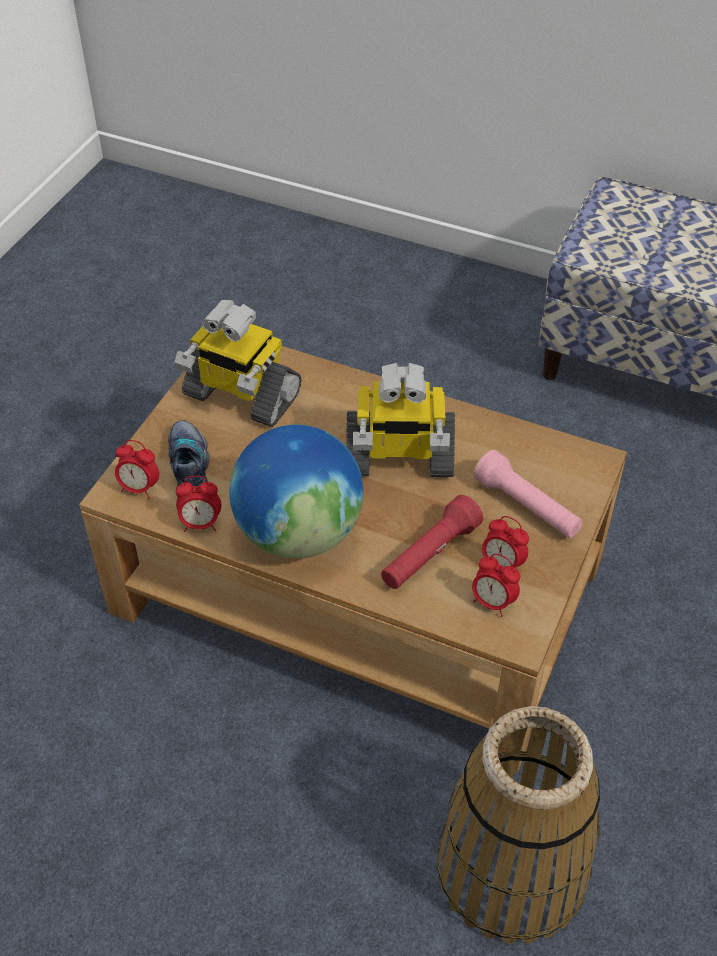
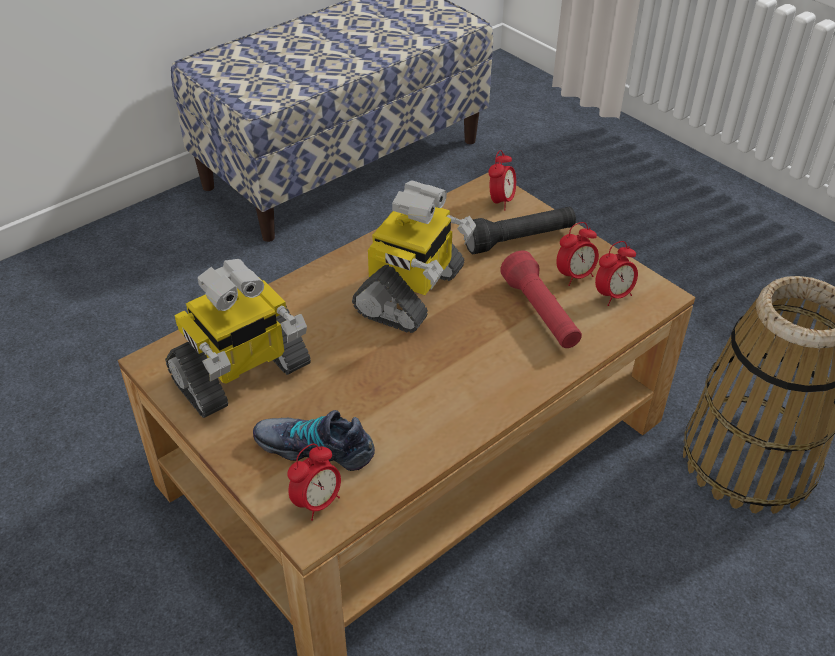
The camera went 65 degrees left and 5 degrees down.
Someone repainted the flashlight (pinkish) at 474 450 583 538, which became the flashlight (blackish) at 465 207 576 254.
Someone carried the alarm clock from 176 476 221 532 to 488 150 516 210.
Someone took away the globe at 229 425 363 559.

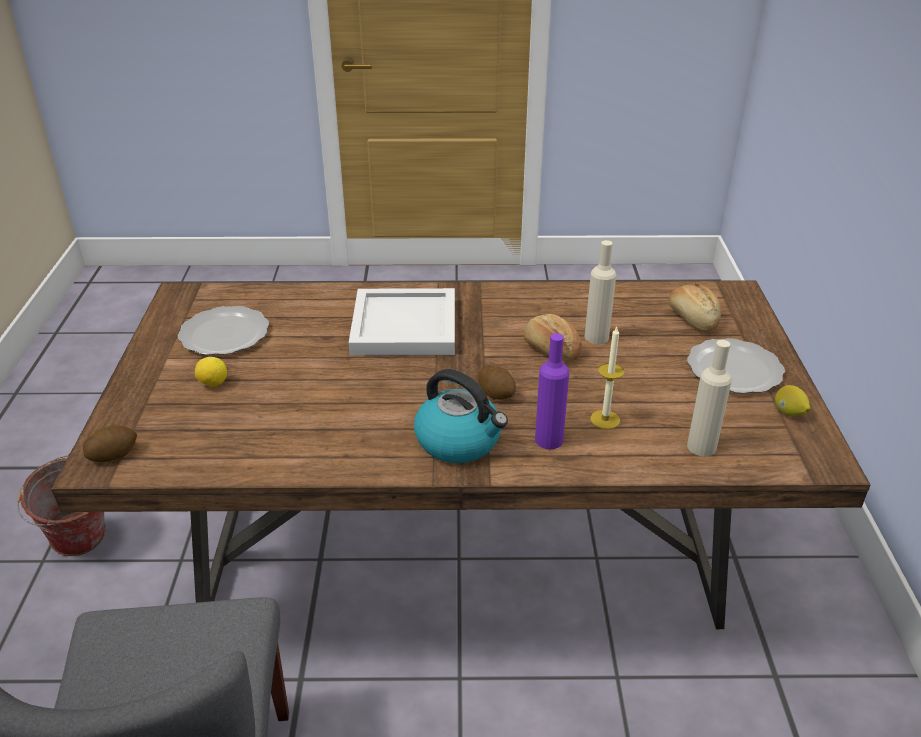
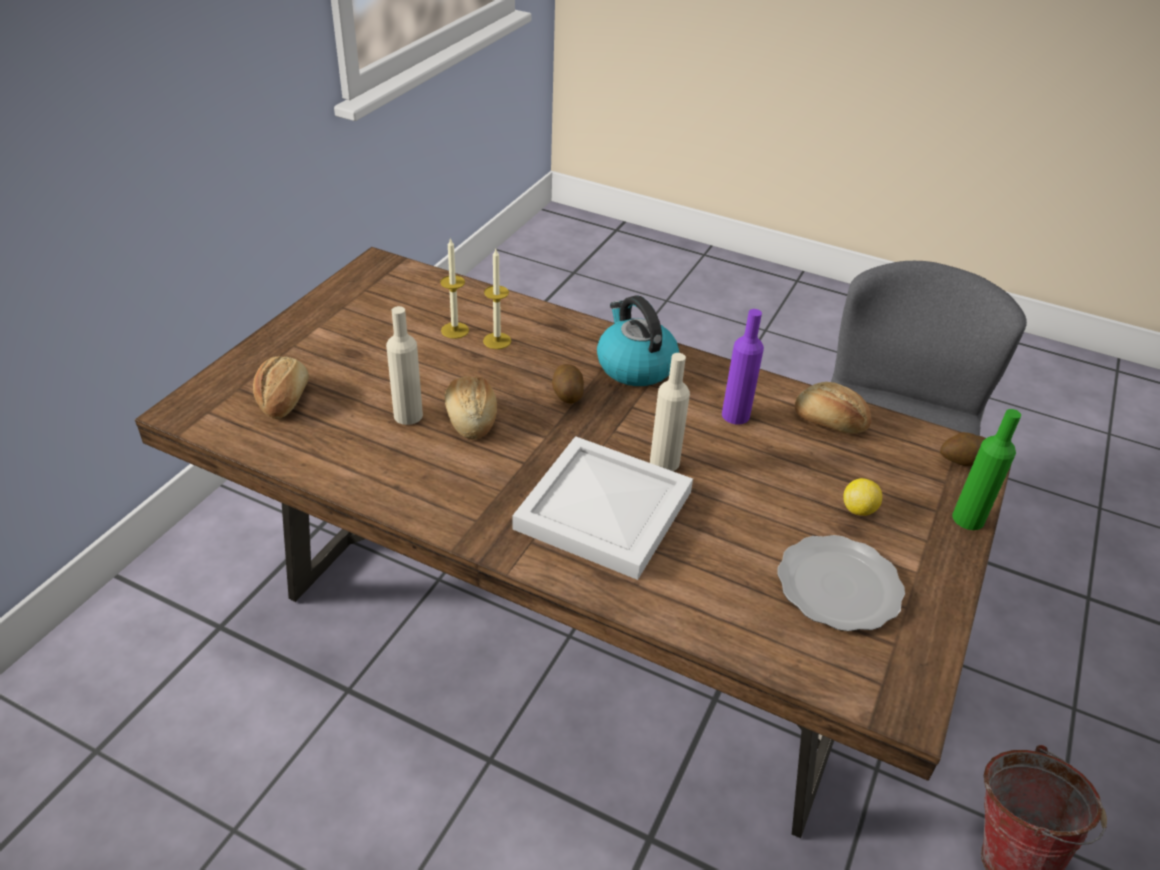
The camera went 155 degrees left and 5 degrees up.
Someone put down the wax candle at 440 237 469 339.
Someone carried the beverage bottle (beige) from 687 340 732 456 to 650 353 690 471.
Someone carried the beverage bottle (purple) from 535 333 569 449 to 722 309 764 425.
Someone put down the bread at 795 382 871 433.
Someone put down the beverage bottle (green) at 952 409 1021 530.
Someone took away the plate at 687 338 785 394.
Someone took away the whole lemon at 775 385 810 417.

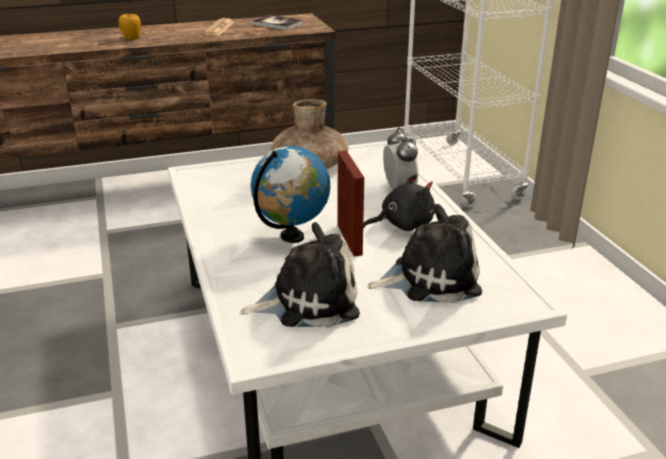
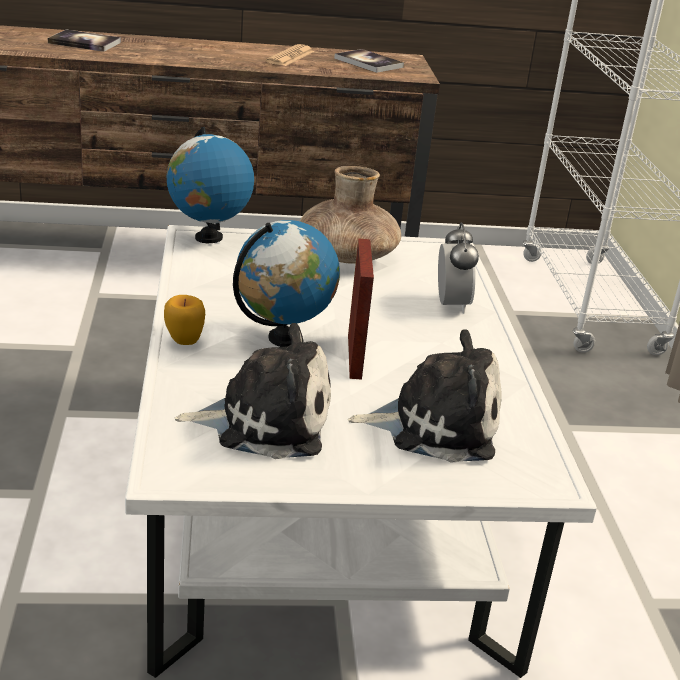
The camera went 10 degrees right and 0 degrees up.
Someone put down the volume at 48 30 121 52.
Someone carried the apple from 119 14 141 40 to 164 295 205 345.
Someone put down the globe at 167 127 254 243.
Someone took away the cuddly toy (blackish) at 363 174 435 231.

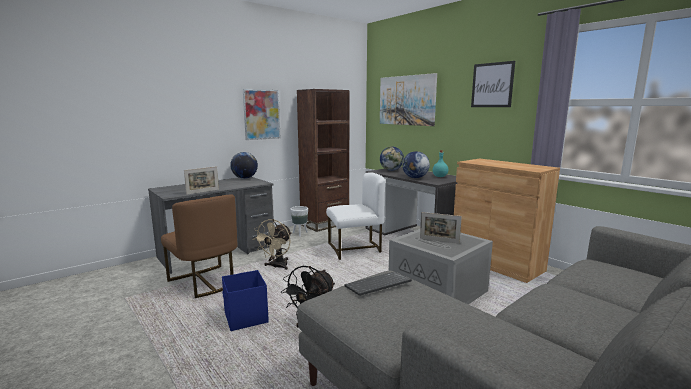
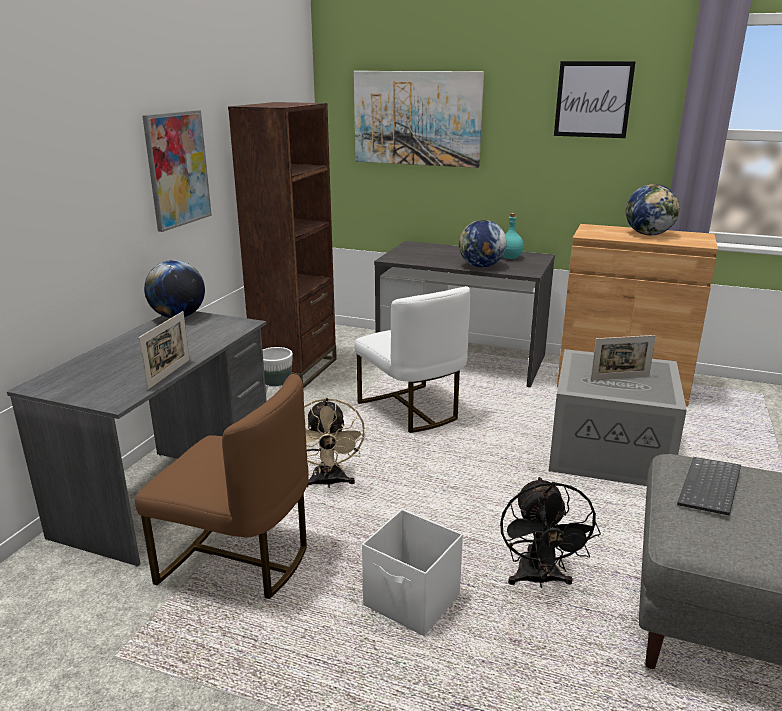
The camera went 30 degrees left and 10 degrees up.
Someone rotated the plain chair (white) at 326 172 385 260 by 105 degrees clockwise.
Someone repainted the storage box (blue-coloured) at 222 270 269 331, which became the storage box (white) at 362 509 463 636.
Someone carried the globe from 380 146 404 171 to 626 184 680 235.

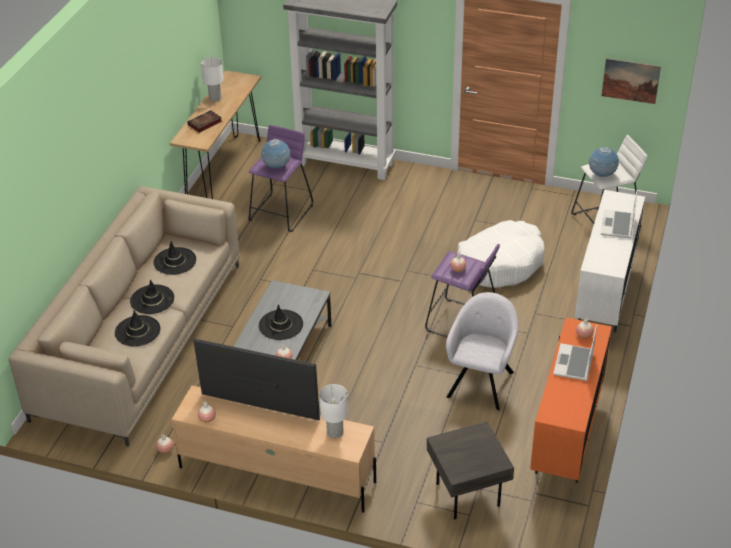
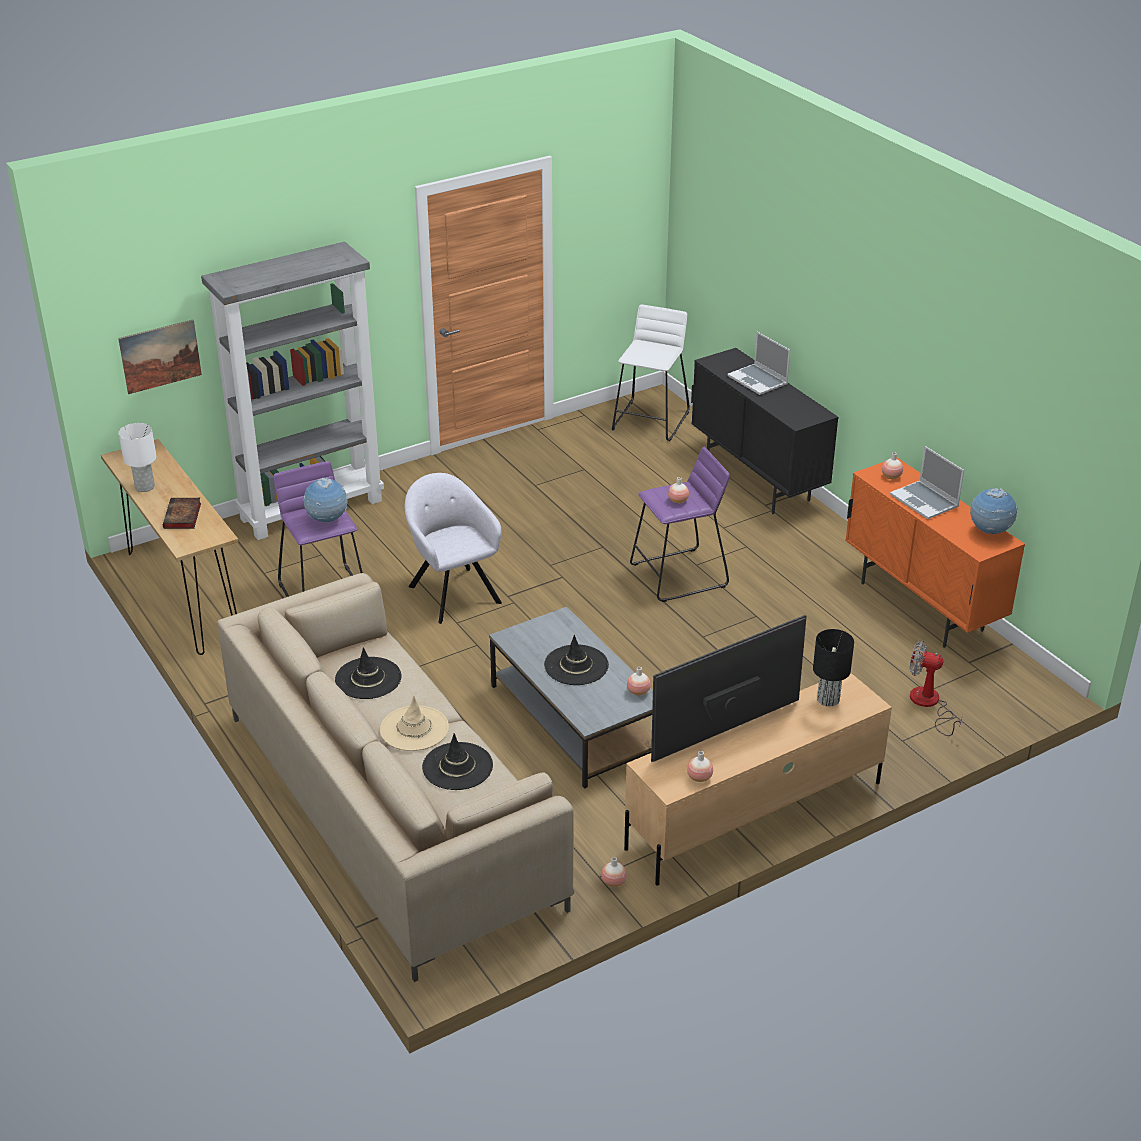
The camera went 50 degrees left and 5 degrees down.
Someone carried the wall art from 602 58 661 104 to 118 320 202 394.
Someone repainted the wearable hat (blackish) at 130 279 174 314, which became the wearable hat (beige) at 380 696 449 751.
Someone carried the easy chair (grey) from 446 292 519 410 to 405 473 502 624.
Someone repainted the cupboard (white) at 575 190 645 332, which became the cupboard (blackish) at 691 348 838 514.
Someone repainted the tabletop lamp (white) at 319 384 348 438, which became the tabletop lamp (blackish) at 813 629 854 706.
Someone swapped the end table (grey) at 427 421 514 519 for the electric fan at 910 640 963 736.
Someone carried the globe from 589 147 619 177 to 970 488 1018 535.
Someone took away the dog bed (white) at 457 220 545 288.

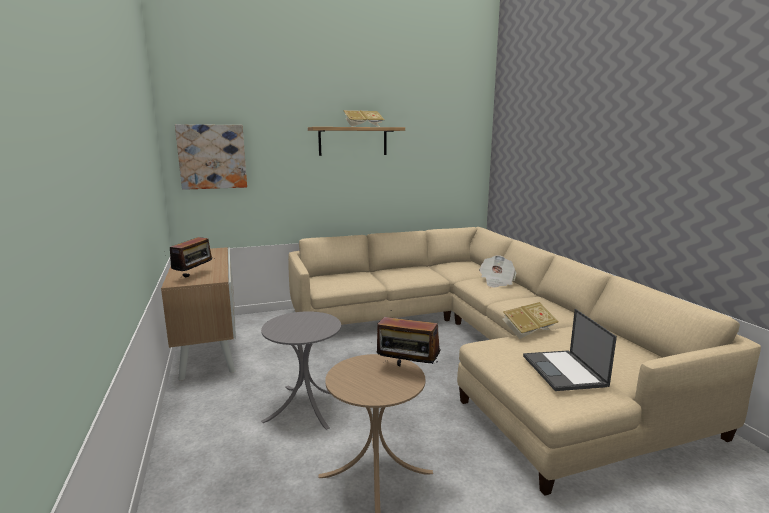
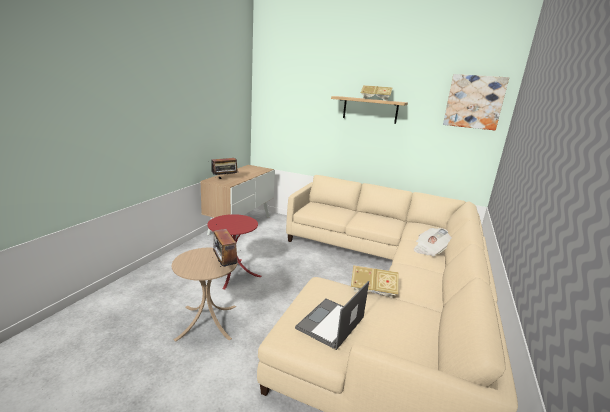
The camera went 40 degrees right and 5 degrees up.
Someone repainted the end table (grey) at 261 311 341 430, which became the end table (red-coloured) at 207 214 261 289.
Someone carried the wall art from 175 124 247 190 to 443 74 509 130.

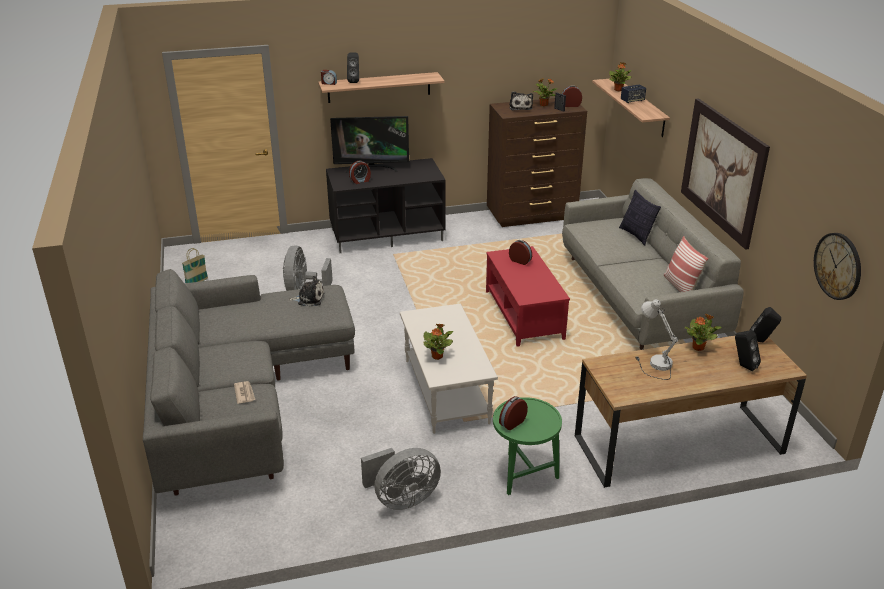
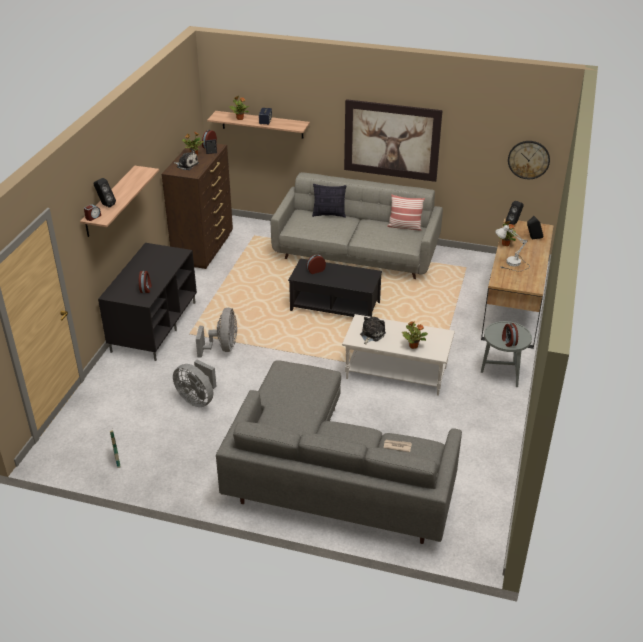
The camera went 60 degrees left and 5 degrees up.
Someone carried the electric fan (grey) from 361 448 441 510 to 196 308 237 358.
Someone repainted the coffee table (red-coloured) at 486 246 570 347, which became the coffee table (blackish) at 288 258 382 317.
Someone carried the cuddly toy from 289 276 324 307 to 360 317 386 344.
Someone repainted the end table (green) at 493 397 562 495, which became the end table (grey) at 481 321 532 387.
Someone took away the television at 330 116 409 173.

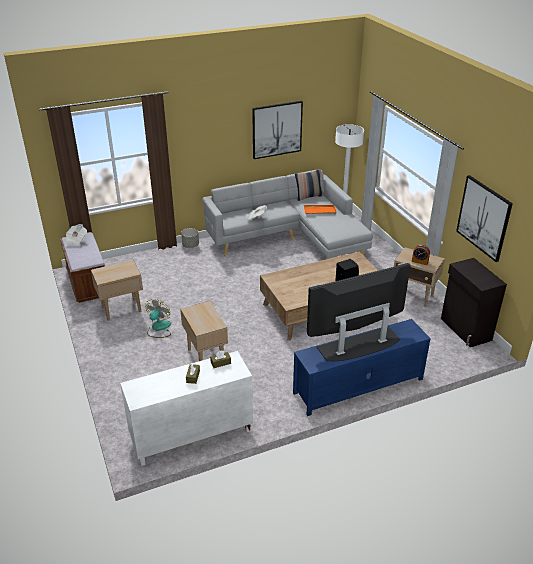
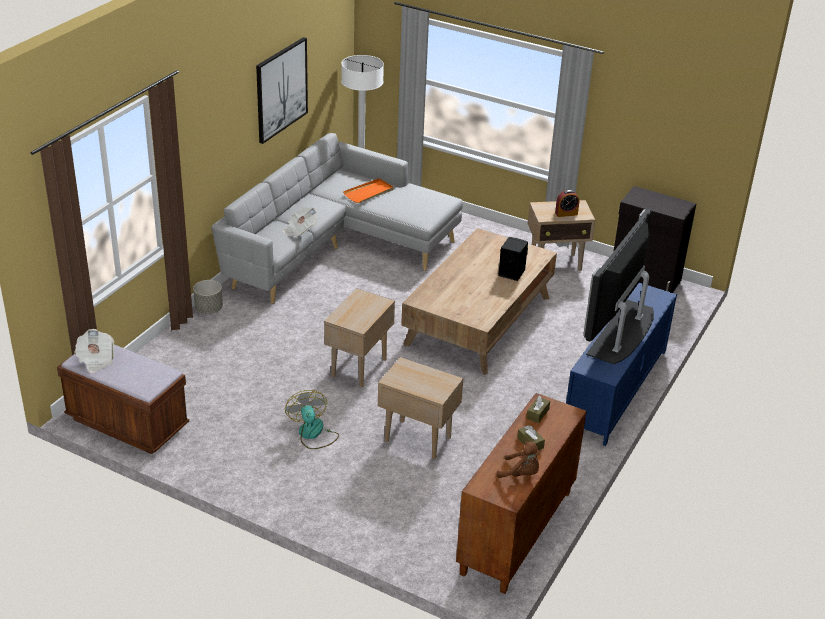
The camera went 40 degrees left and 0 degrees up.
Someone carried the end table (beige) from 91 260 143 321 to 324 289 395 387.
Someone repainted the cupboard (white) at 120 351 253 466, which became the cupboard (brown-coloured) at 456 393 587 594.
Someone put down the cuddly toy (brown-coloured) at 497 441 540 478.
Someone took away the cushion at 295 169 324 201.
Someone took away the wall art at 456 175 513 262.

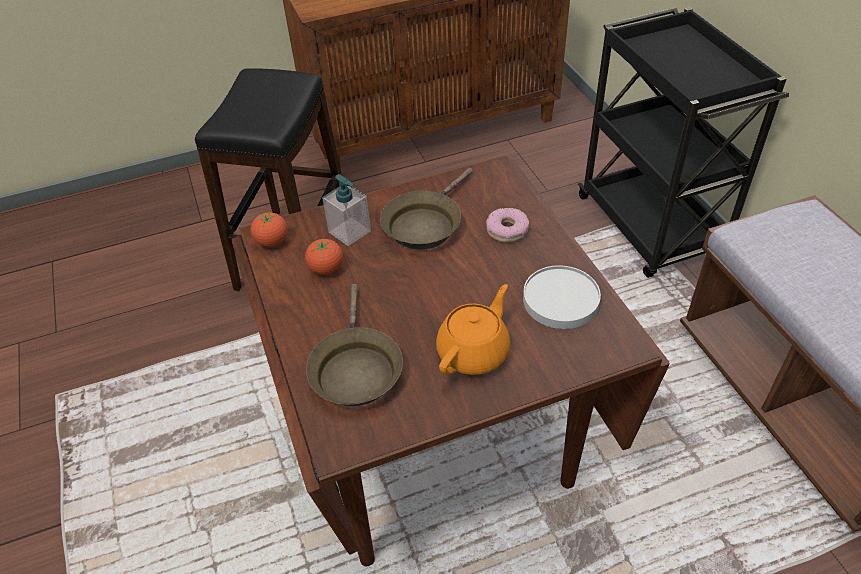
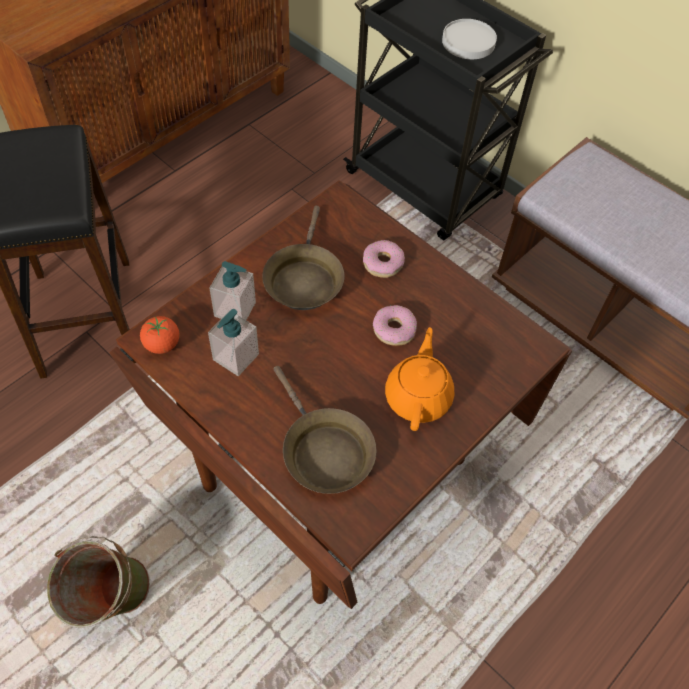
The camera went 30 degrees left and 10 degrees up.
Someone put down the bucket (green) at 47 536 150 628.
Someone swapped the tomato at 305 239 343 275 for the liquid soap bottle at 208 309 259 376.
Someone put down the doughnut at 373 305 417 346.
Someone carried the plate (white) from 523 265 601 329 to 442 19 497 59.

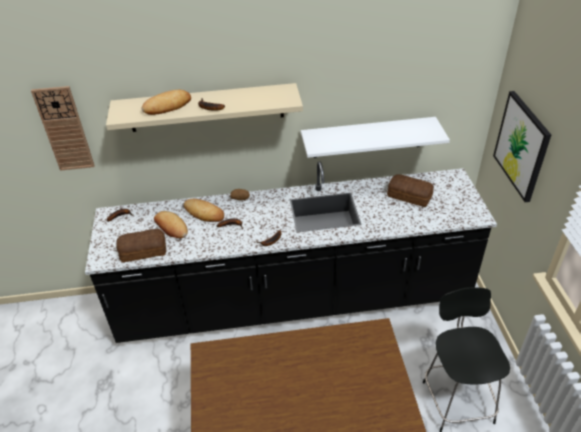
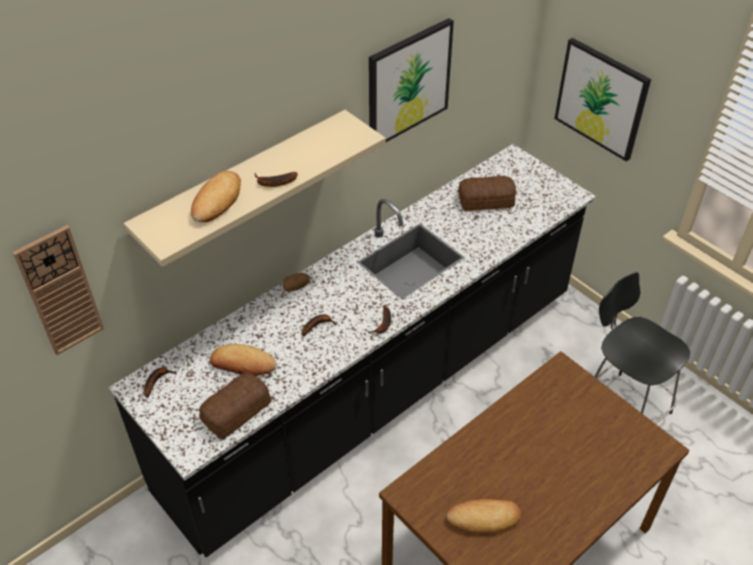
The camera went 35 degrees left and 5 degrees up.
Someone put up the wall art at 369 18 454 142.
Someone carried the bread from 184 199 224 222 to 447 499 521 533.
Someone took away the wall shelf (white) at 301 117 450 158.

